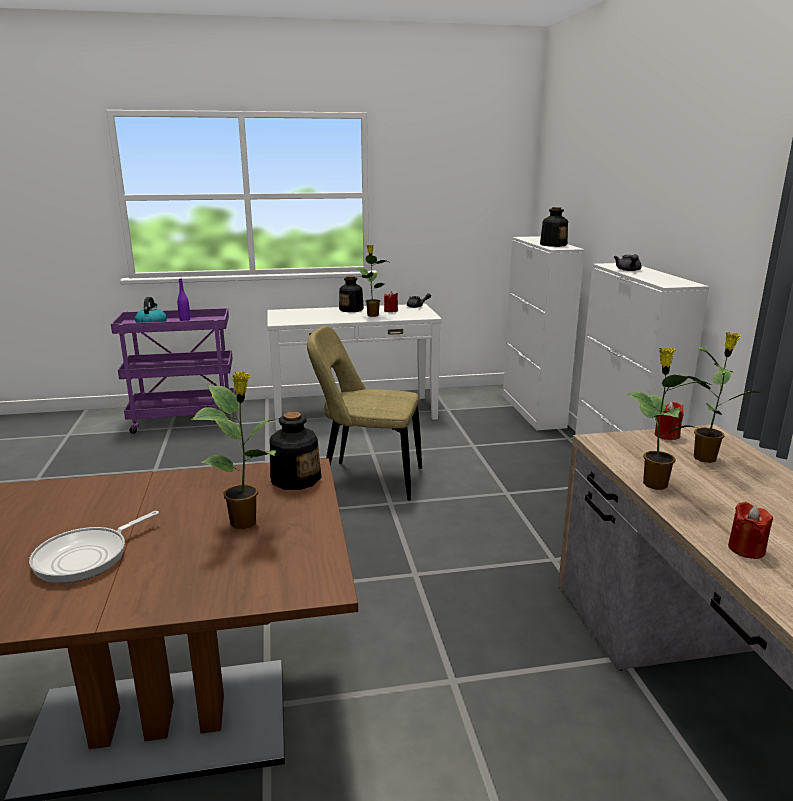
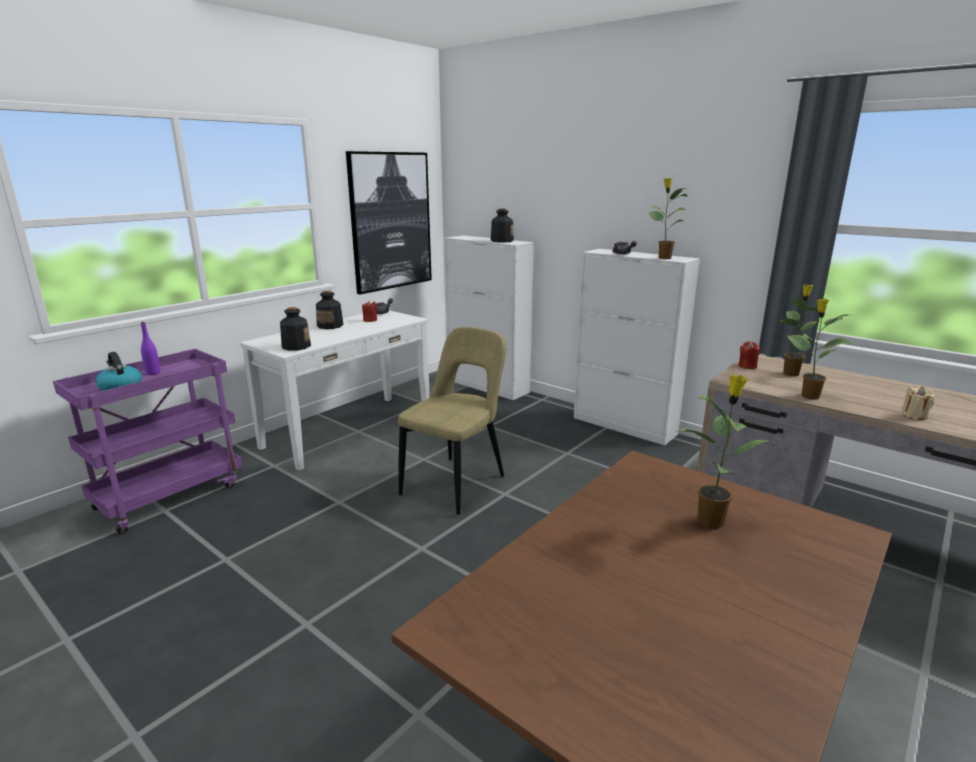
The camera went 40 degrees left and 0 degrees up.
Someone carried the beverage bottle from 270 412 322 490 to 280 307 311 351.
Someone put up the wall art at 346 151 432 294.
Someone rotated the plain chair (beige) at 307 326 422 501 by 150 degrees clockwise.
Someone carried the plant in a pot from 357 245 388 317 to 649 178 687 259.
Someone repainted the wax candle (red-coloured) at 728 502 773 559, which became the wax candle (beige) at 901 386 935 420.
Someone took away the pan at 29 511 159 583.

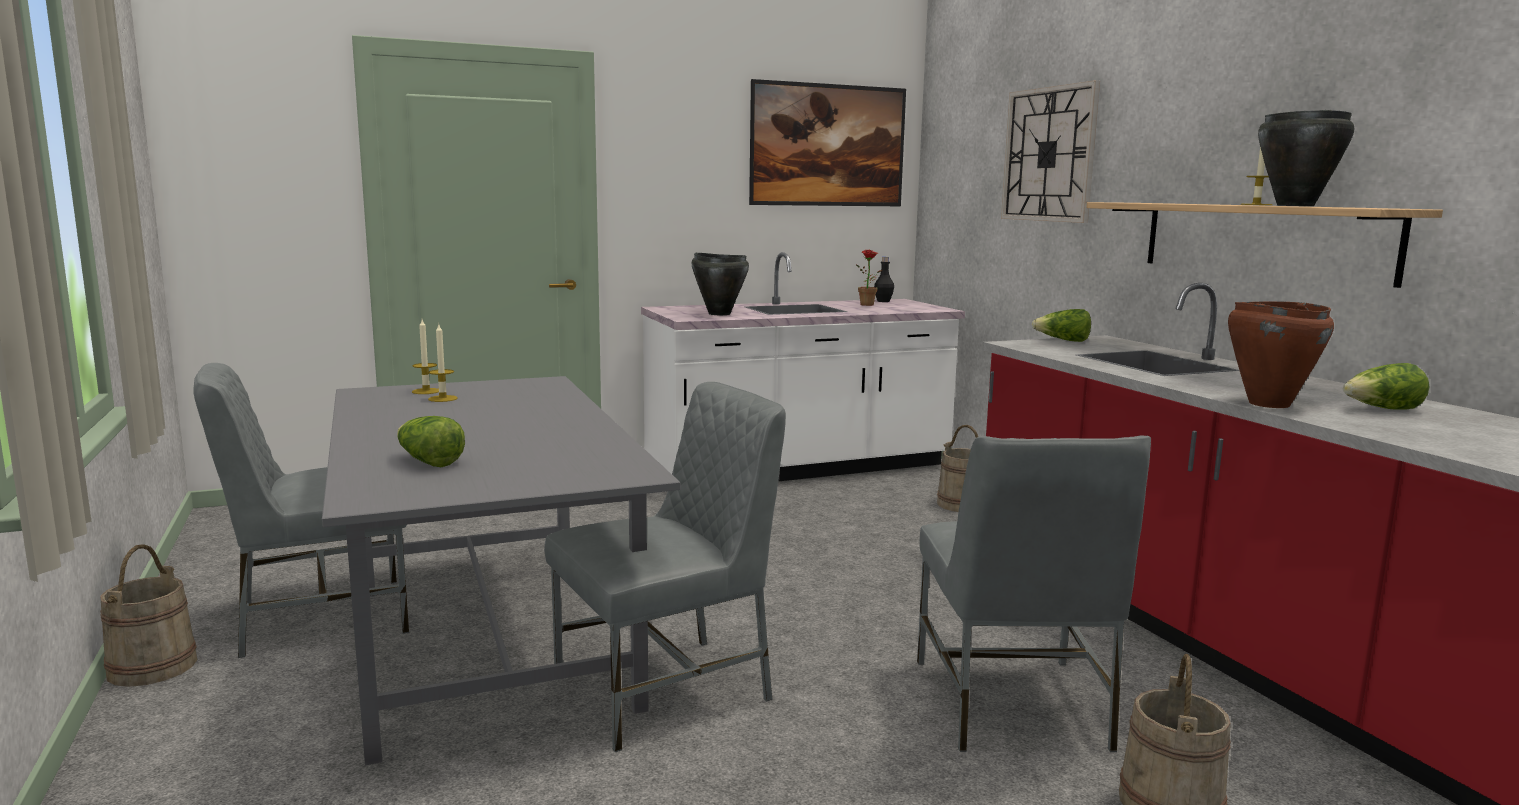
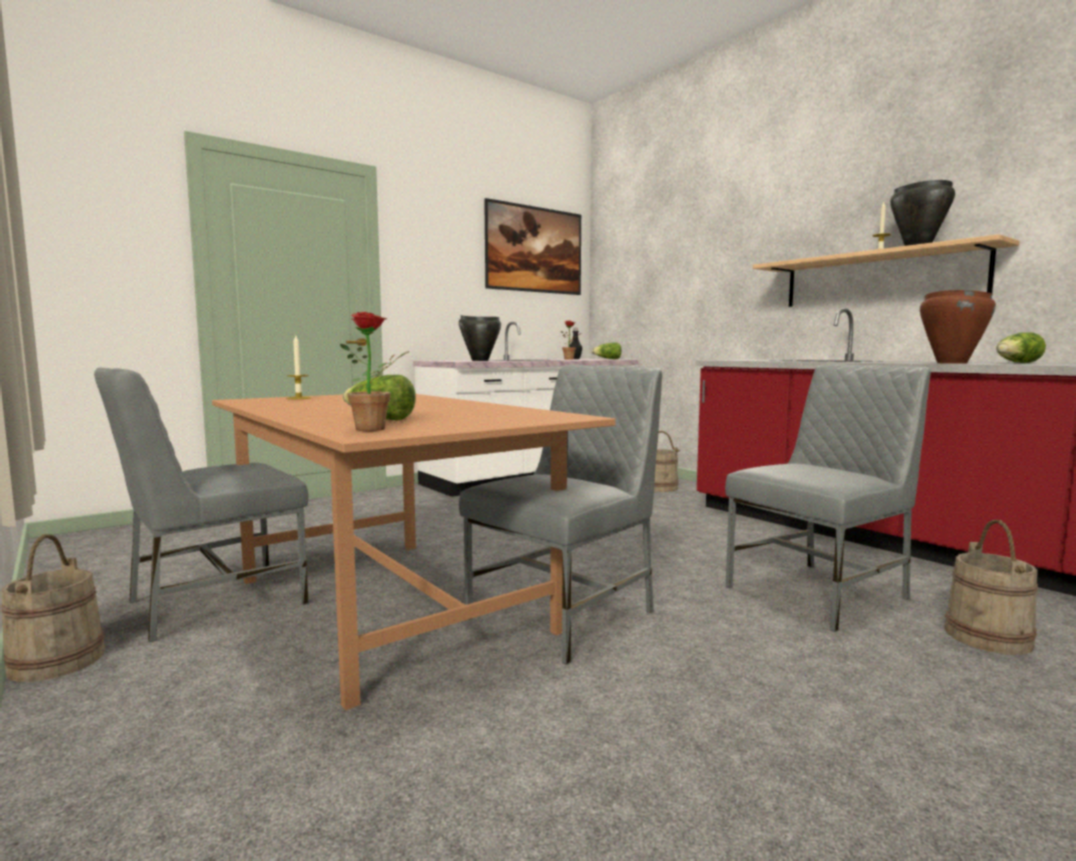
The camera went 15 degrees left and 5 degrees down.
Someone repainted the kitchen table (grey) at 322 376 681 766, which became the kitchen table (brown-coloured) at 212 394 616 710.
Someone put down the plant in a pot at 340 312 409 431.
Someone carried the head of lettuce from 1032 309 1091 342 to 591 342 622 359.
Someone rotated the plain chair (grey) at 917 435 1151 752 by 105 degrees counterclockwise.
Someone took away the wax candle at 428 324 458 402.
Someone took away the hanging clock at 1001 80 1100 223.

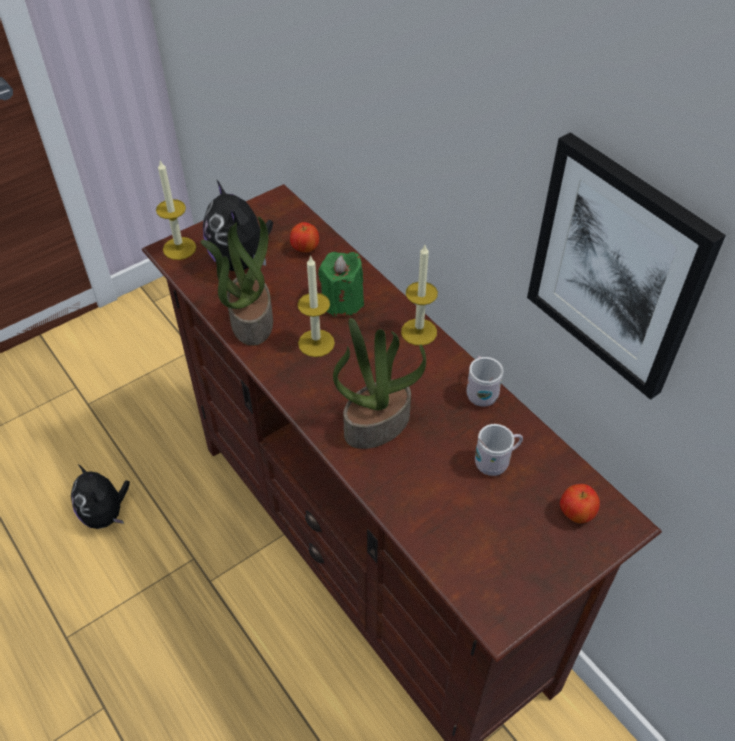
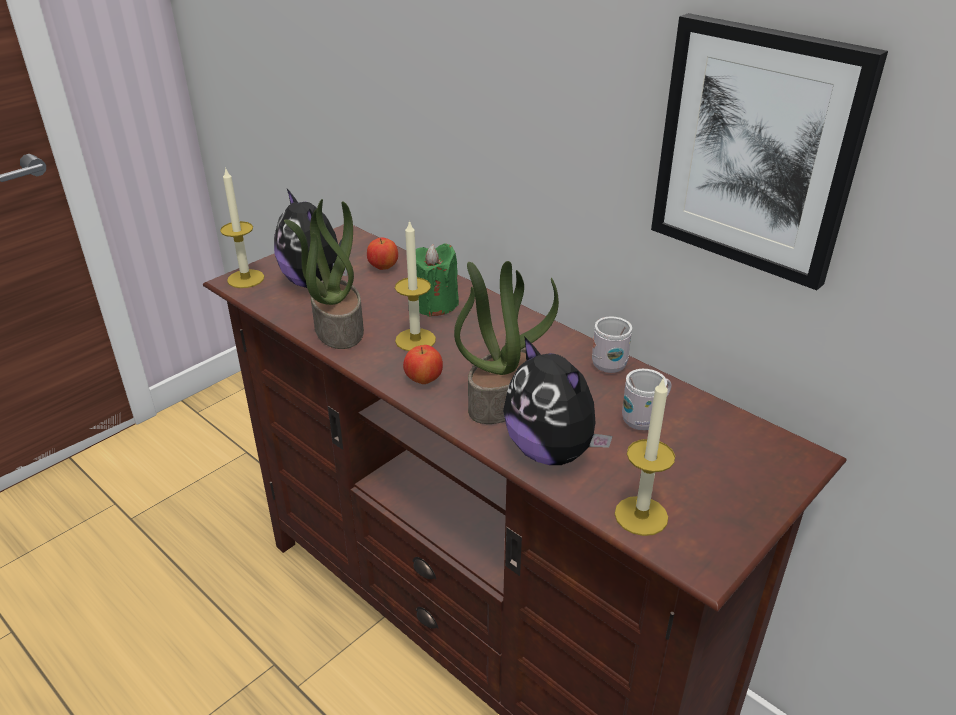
The camera went 10 degrees left and 15 degrees down.
Someone carried the apple from 560 484 600 523 to 403 345 443 384.
Someone carried the cuddly toy from 71 464 130 529 to 503 336 613 465.
Someone carried the wax candle from 401 245 438 346 to 615 377 675 536.

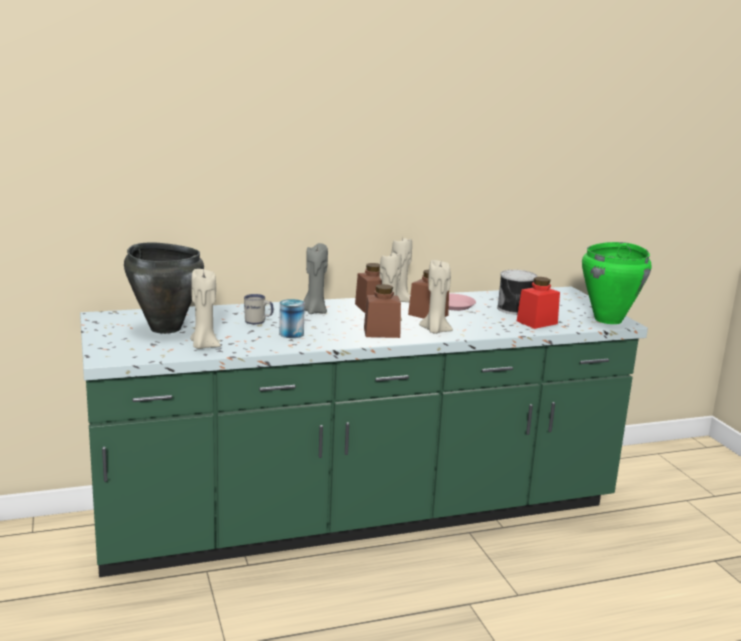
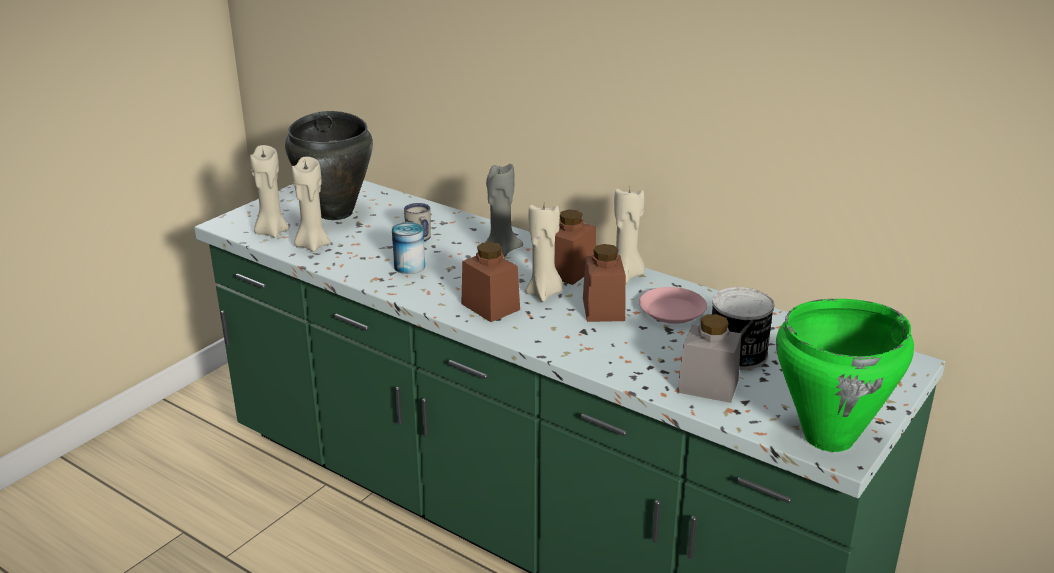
The camera went 55 degrees right and 10 degrees up.
Someone carried the wax candle (beige) from 419 260 453 334 to 250 145 289 238.
Someone repainted the jar (red-coloured) at 517 277 560 329, which became the jar (grey) at 677 314 741 403.

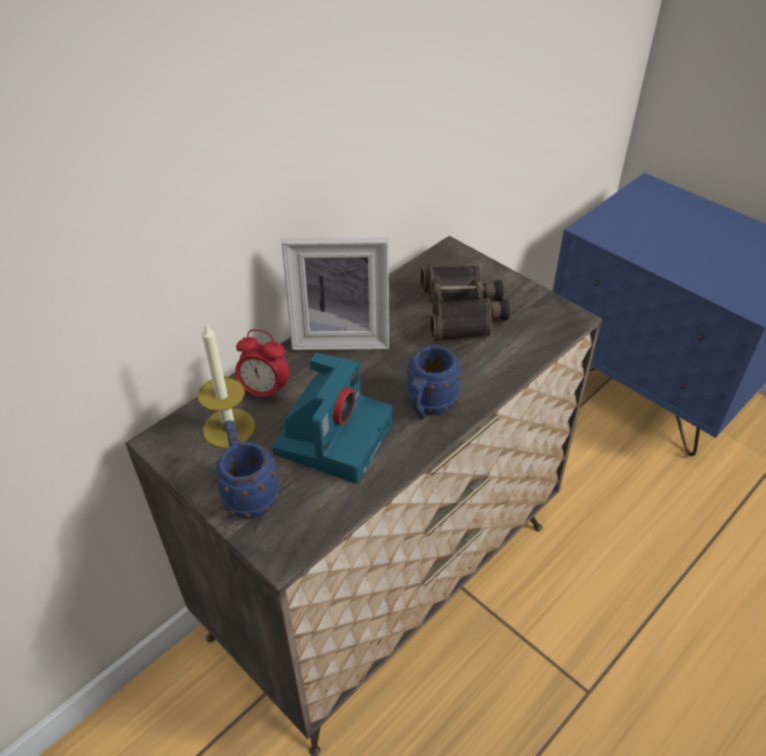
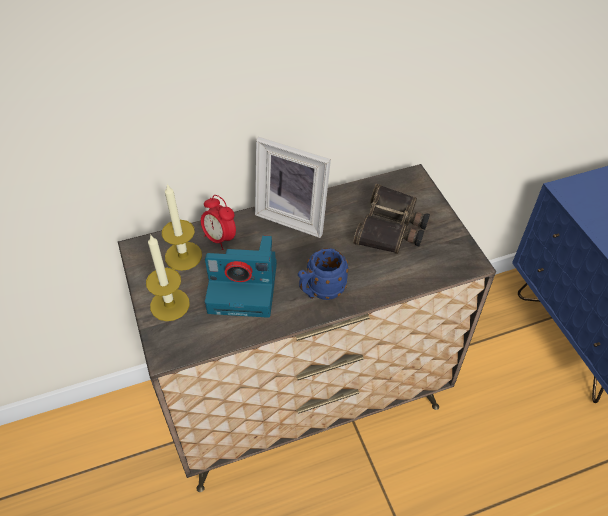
The camera went 25 degrees right and 5 degrees up.
Someone swapped the coffee mug (blue-coloured) at 214 420 279 518 for the wax candle at 146 235 190 321.
Someone rotated the photo camera at 272 353 392 484 by 45 degrees clockwise.

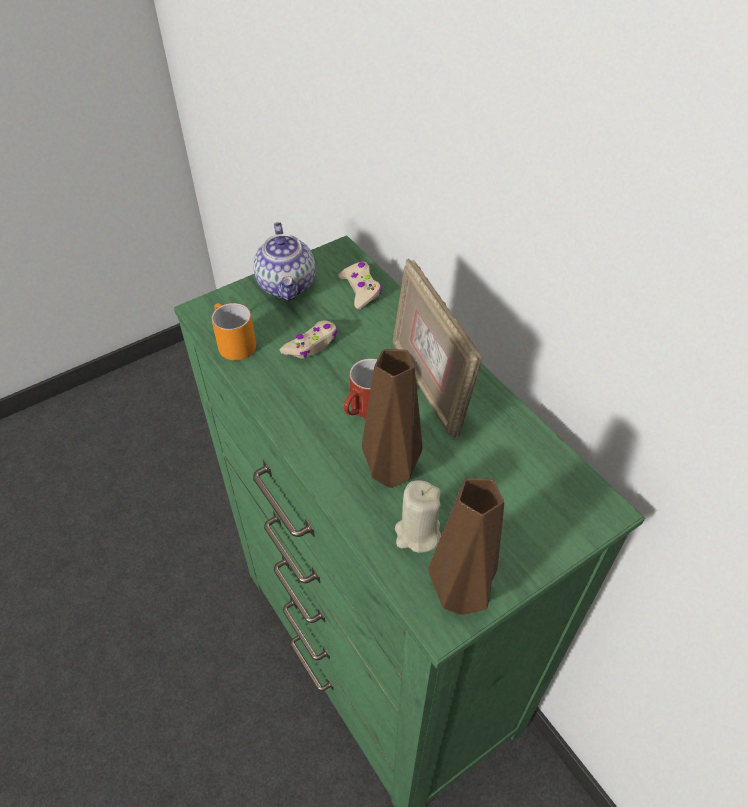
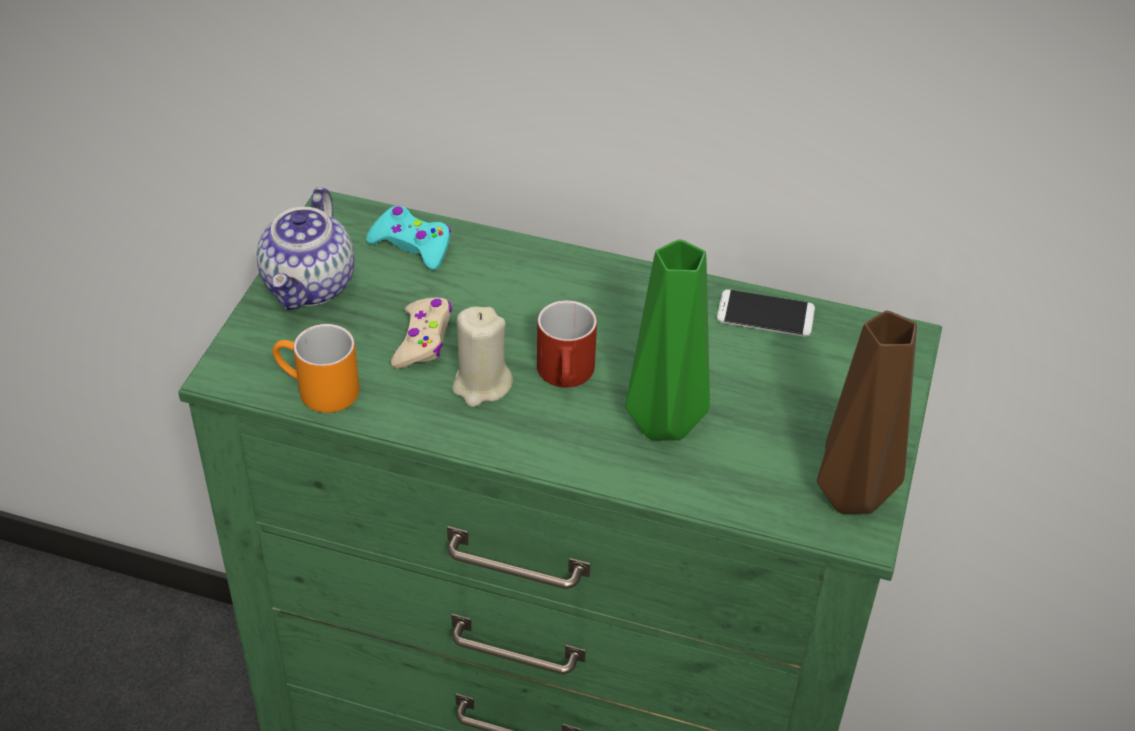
The camera went 40 degrees left and 5 degrees down.
Someone rotated the tea pot at 253 222 315 301 by 60 degrees clockwise.
Someone repainted the game controller (beige) at 338 262 382 309, which became the game controller (blue-green) at 366 206 451 270.
Someone carried the wax candle (beige) from 395 480 441 553 to 452 307 513 407.
Someone repainted the decorative vase (brown-coloured) at 362 349 423 488, which became the decorative vase (green) at 626 239 710 441.
Someone put down the telephone at 717 289 815 337.
Someone took away the standing frame at 392 259 482 440.

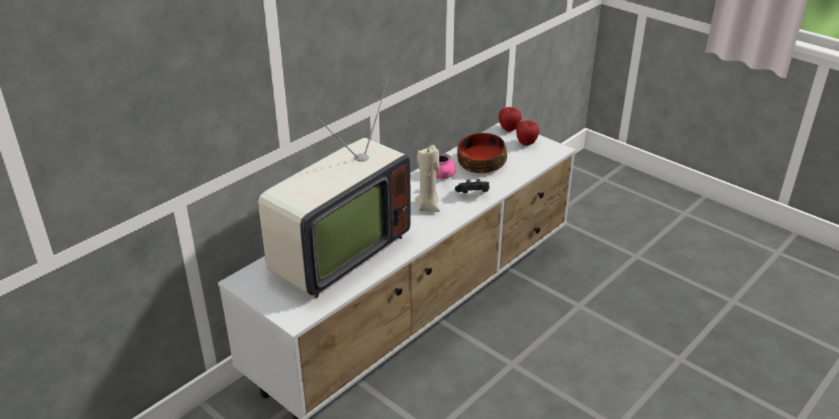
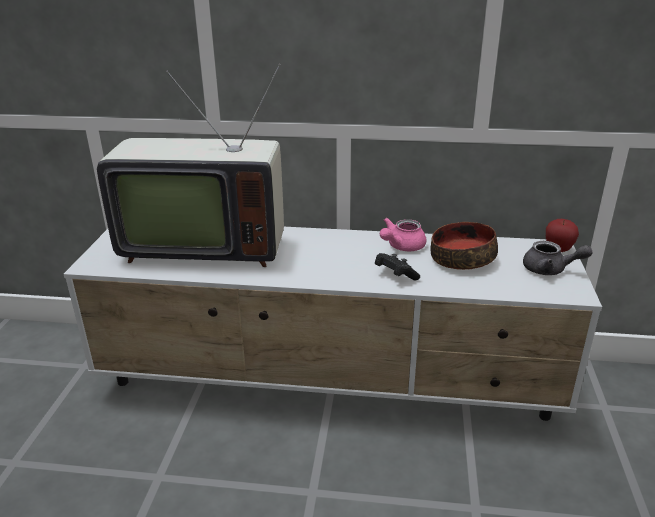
The camera went 55 degrees right and 5 degrees down.
Someone swapped the apple at 516 121 539 145 for the tea pot (grey) at 523 241 593 275.
Someone took away the wax candle (beige) at 415 145 440 212.

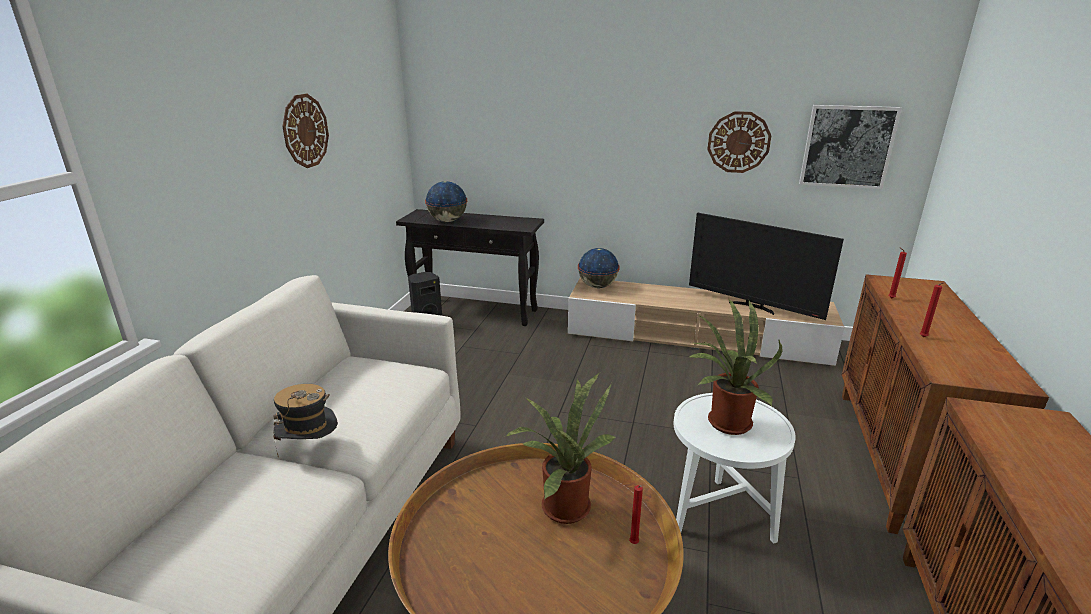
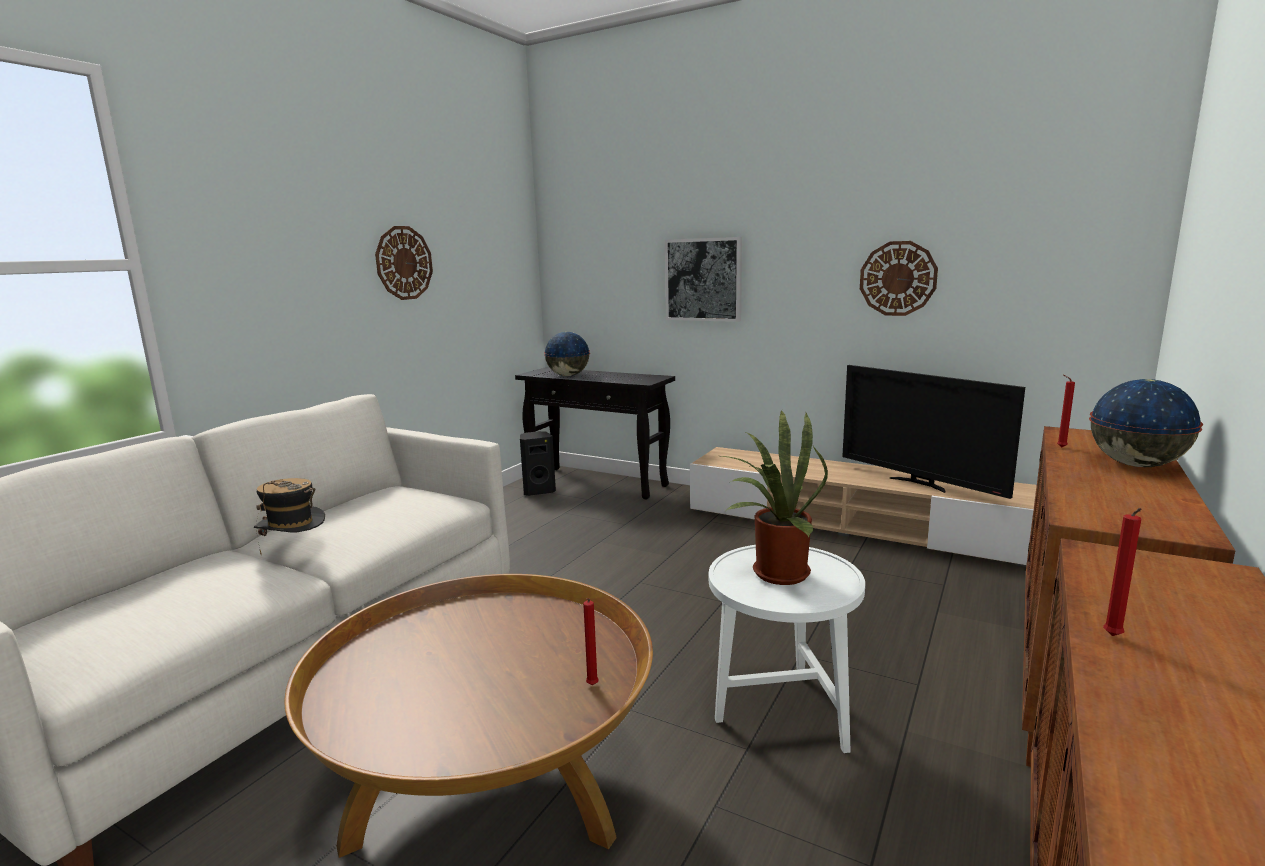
The camera went 15 degrees right and 10 degrees down.
Someone carried the wall art from 799 105 902 189 to 665 237 742 322.
Someone carried the globe from 578 248 620 288 to 1089 379 1203 467.
Someone carried the wax candle (red-coloured) from 920 282 944 337 to 1103 508 1142 636.
Someone took away the plant in a pot at 506 373 617 524.

